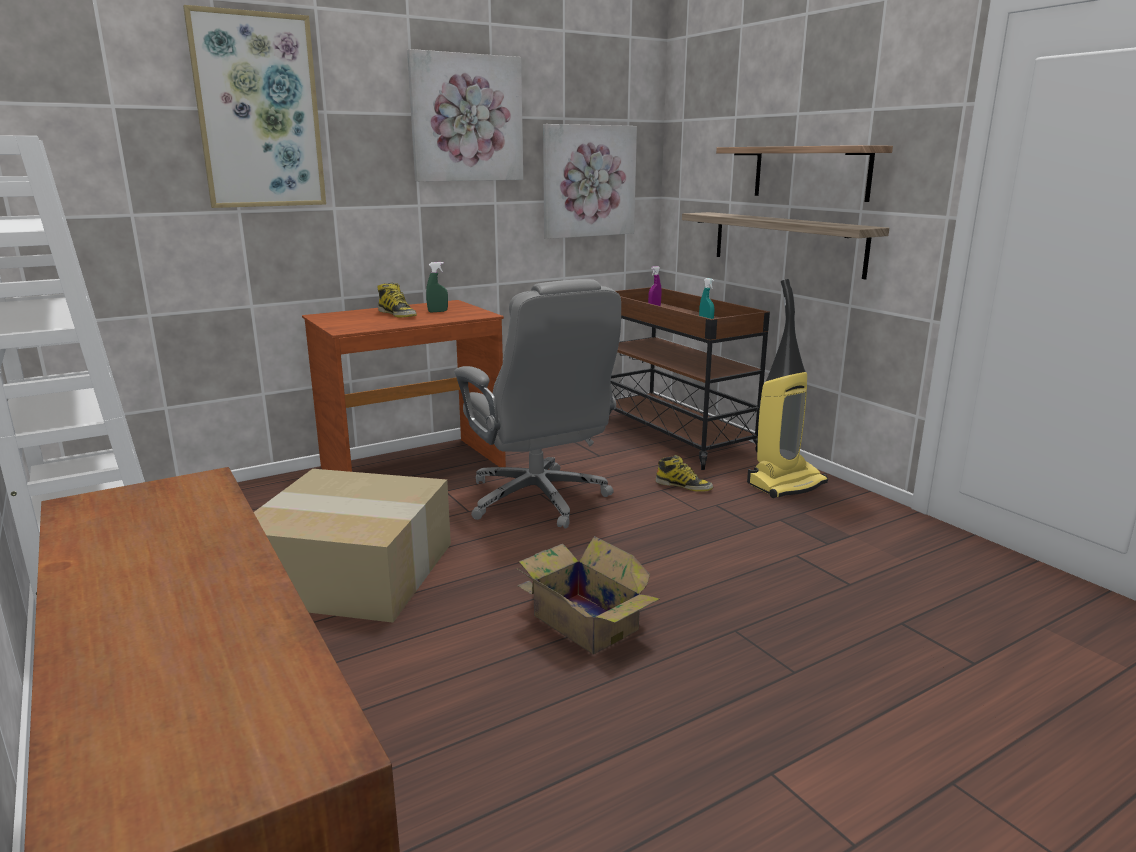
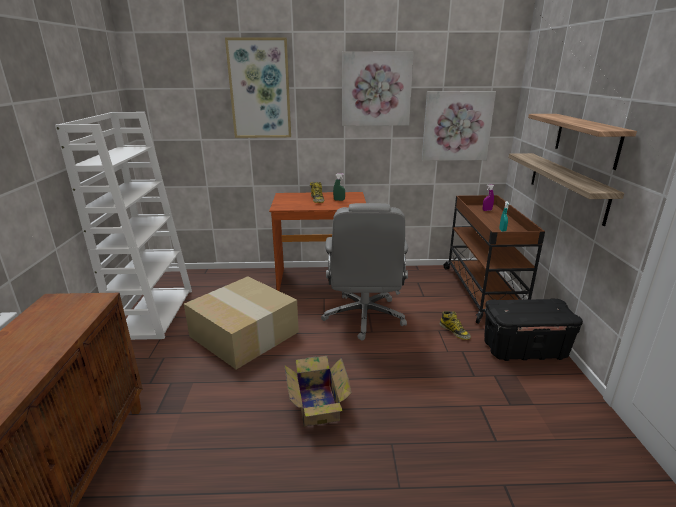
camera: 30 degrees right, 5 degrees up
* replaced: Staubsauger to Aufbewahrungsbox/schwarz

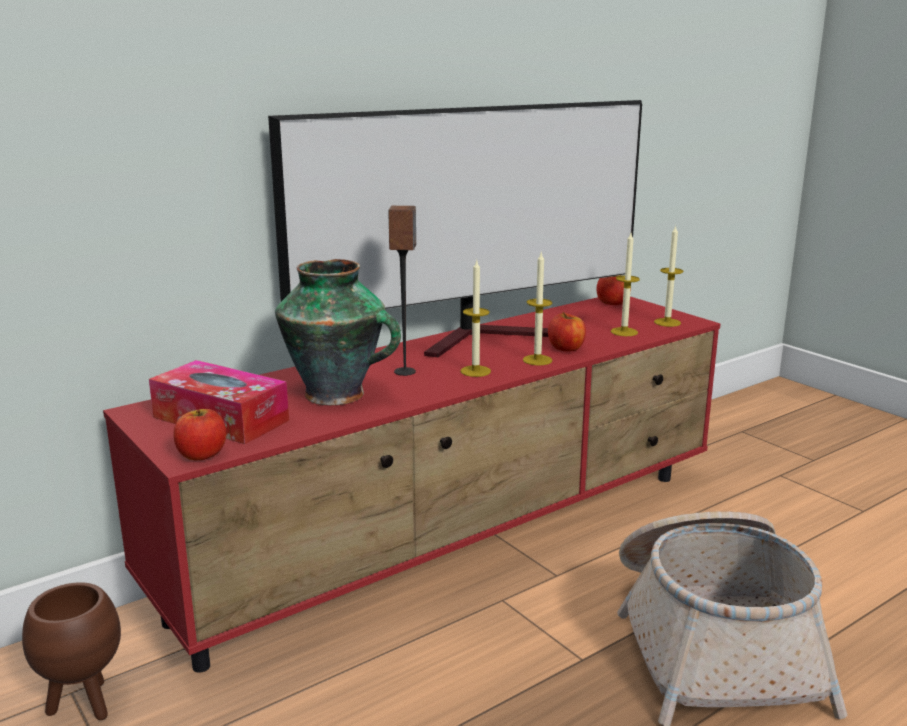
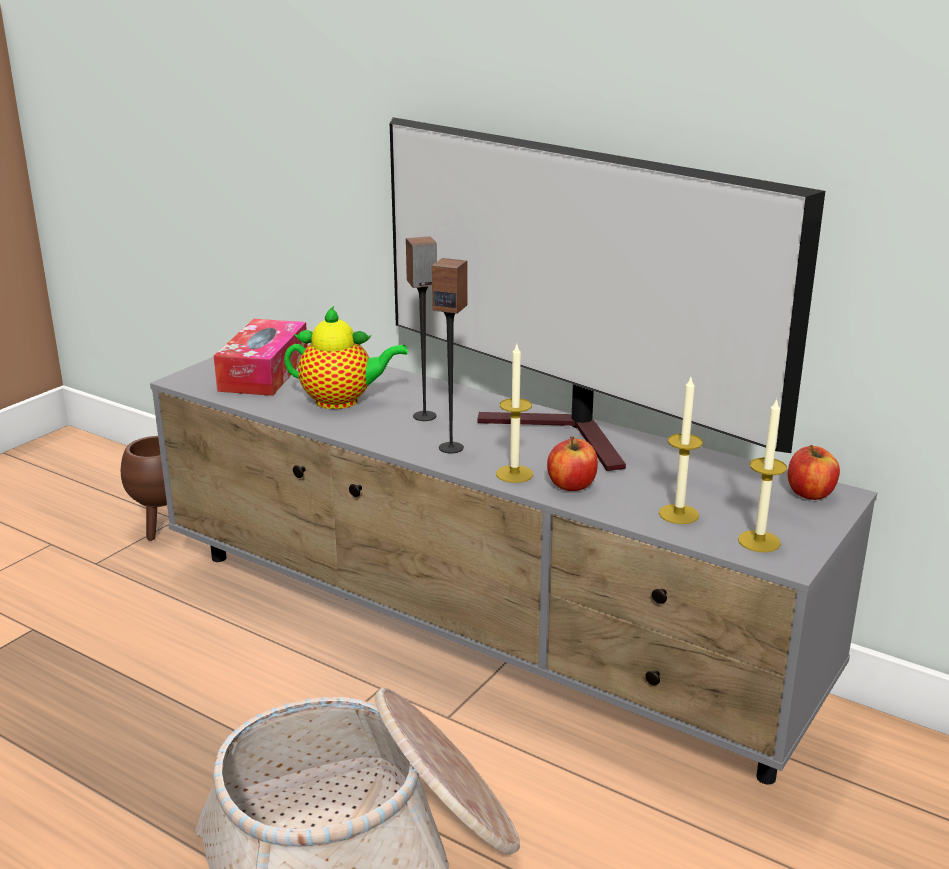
camera: 70 degrees right, 5 degrees up
* removed: Apfel (1st from left)
* replaced: Vase to Teekanne
* replaced: Kerze (1st from left) to Lautsprecher (2nd from left)
* recoloured: Fernsehschrank/rot to Fernsehschrank/grau

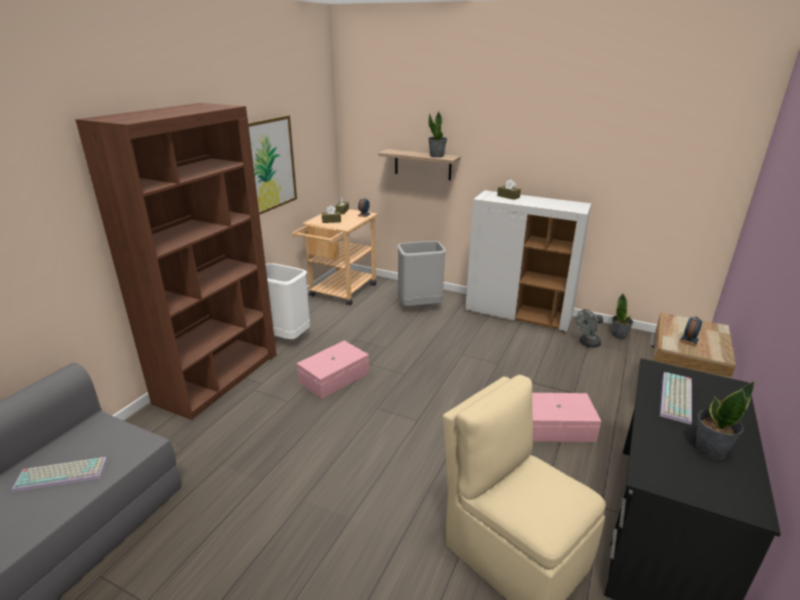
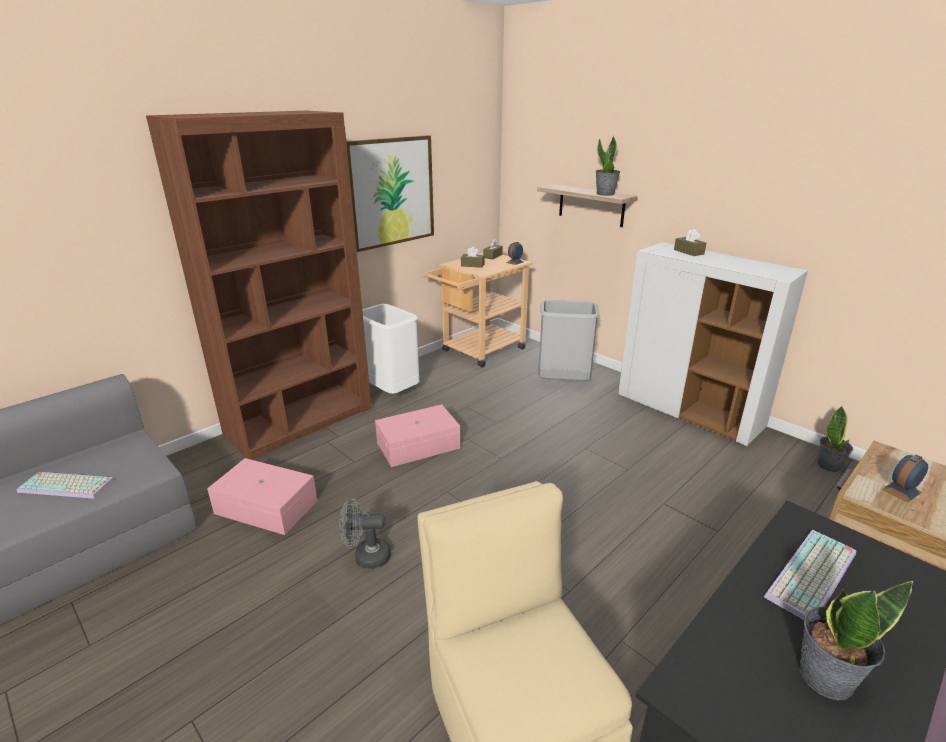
camera: 20 degrees right, 0 degrees up
* moved: Aufbewahrungsbox/rosa (2nd from left in the first image) to Aufbewahrungsbox/rosa (1st from left)
* moved: Ventilator/grau

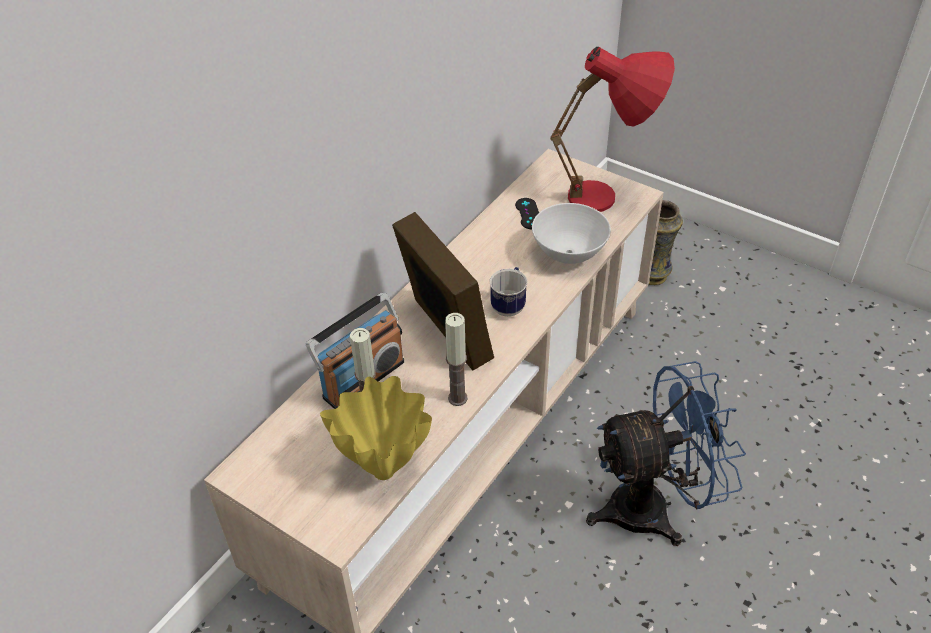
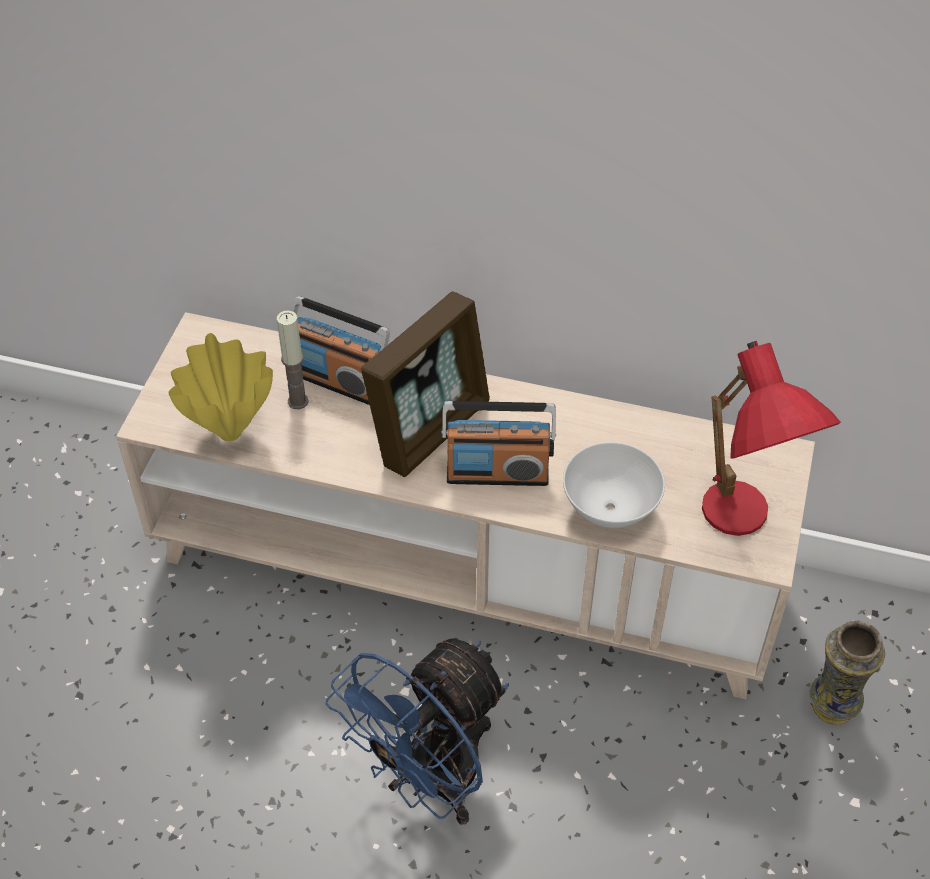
camera: 70 degrees right, 5 degrees up
* removed: Kerze (2nd from left)
* removed: Gamepad/schwarz
* replaced: Henkelbecher to Radio (2nd from left)
* turned: Ventilator/blau 75 degrees clockwise

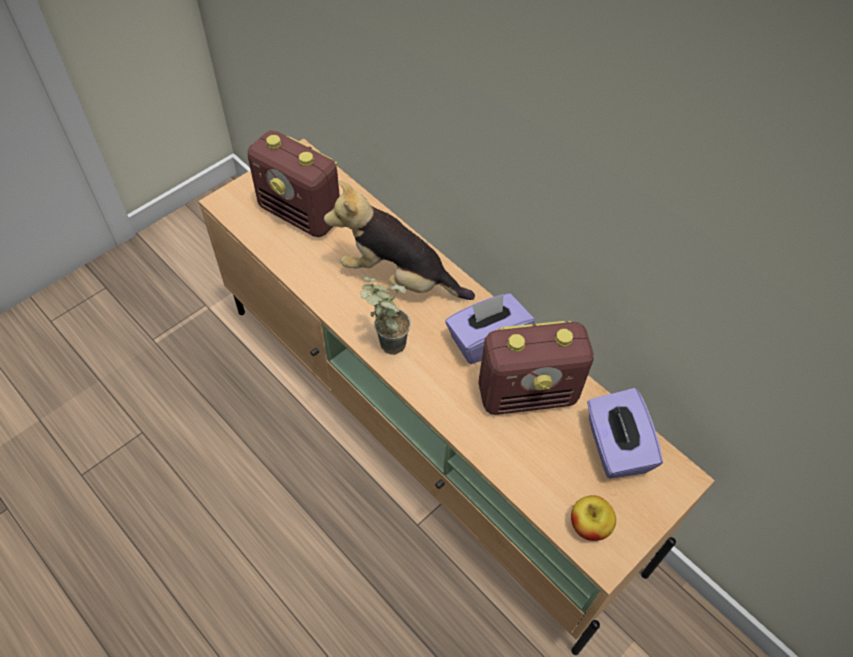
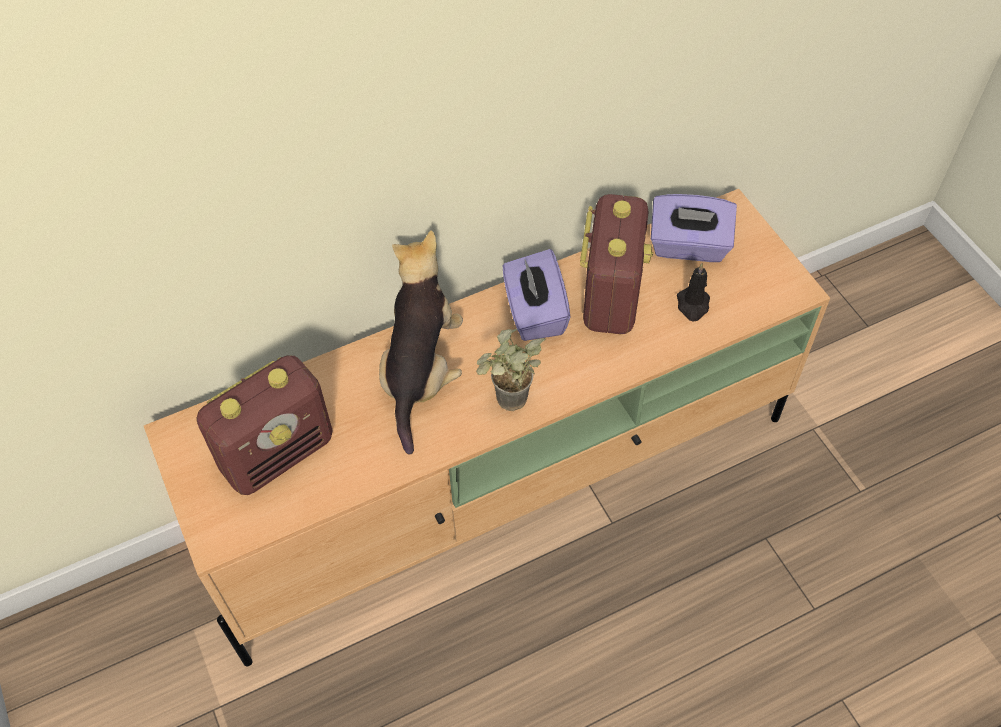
camera: 70 degrees left, 0 degrees up
* removed: Apfel
* added: Kerze/schwarz
* turned: Plüschtier 150 degrees clockwise

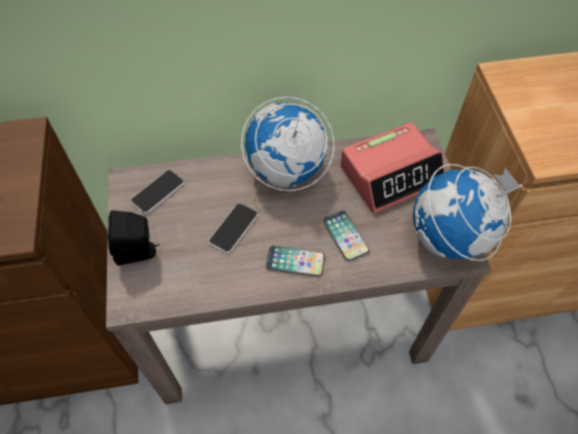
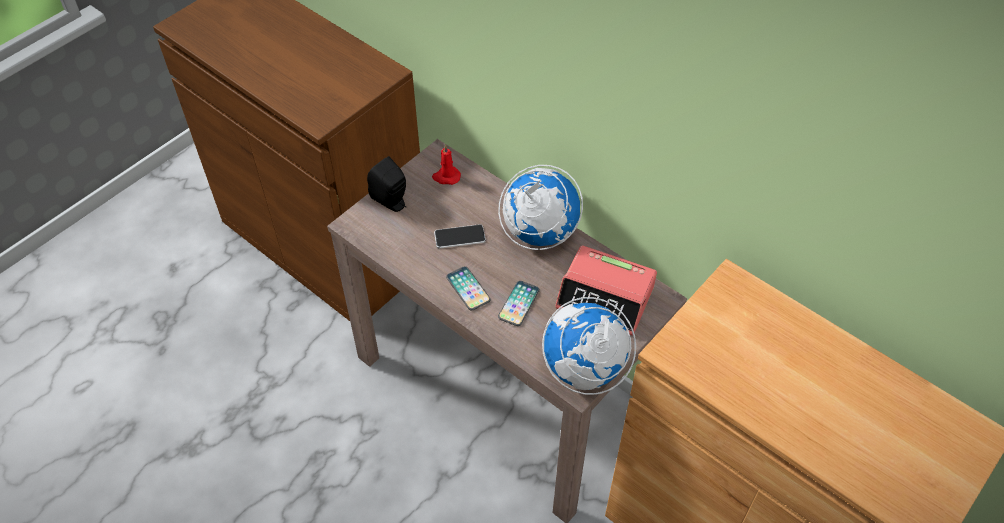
camera: 50 degrees right, 5 degrees down
* replaced: Handy (1st from left) to Kerze/rot

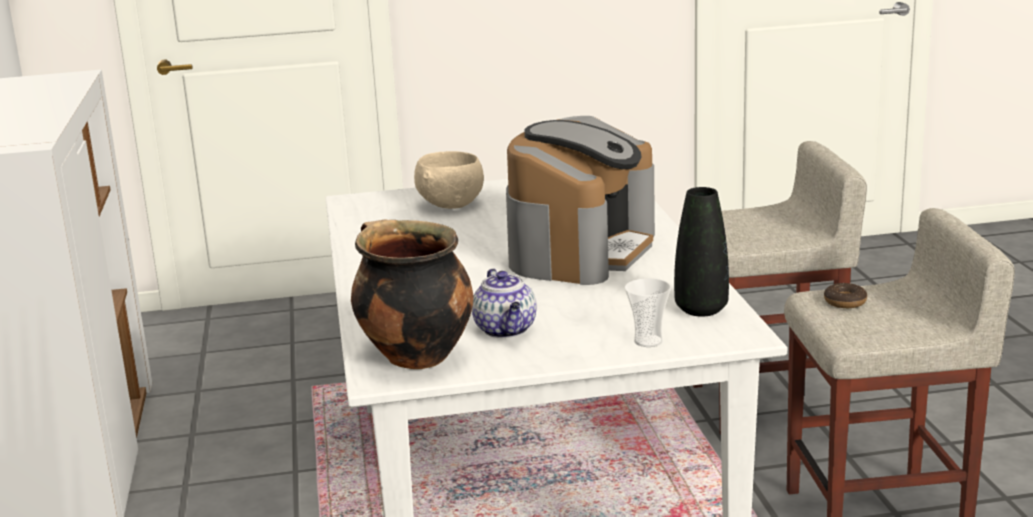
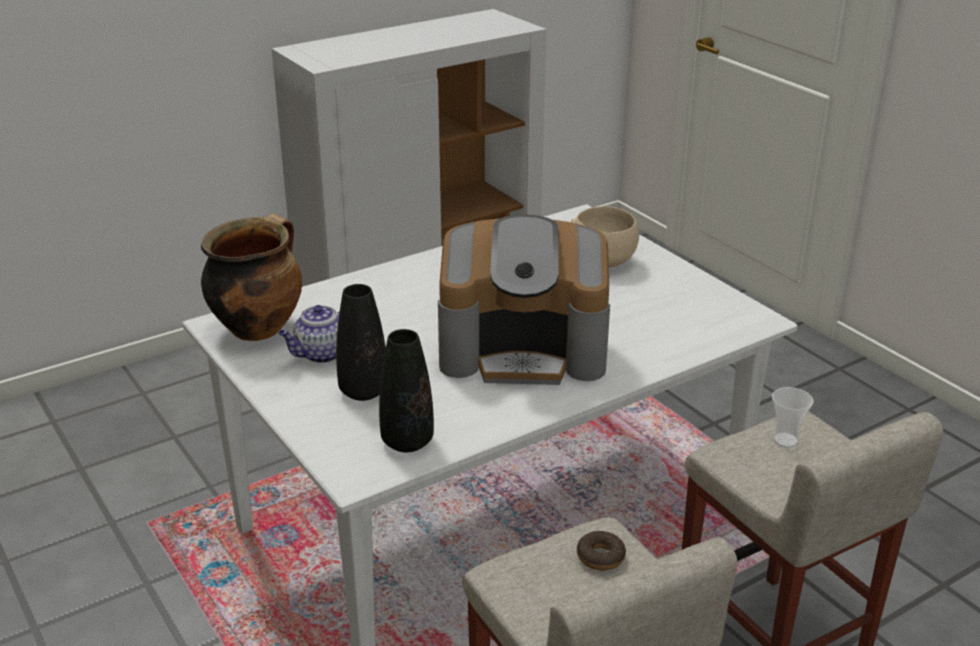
camera: 65 degrees right, 10 degrees up
* added: Vase/schwarz (1st from left)
* moved: Tasse

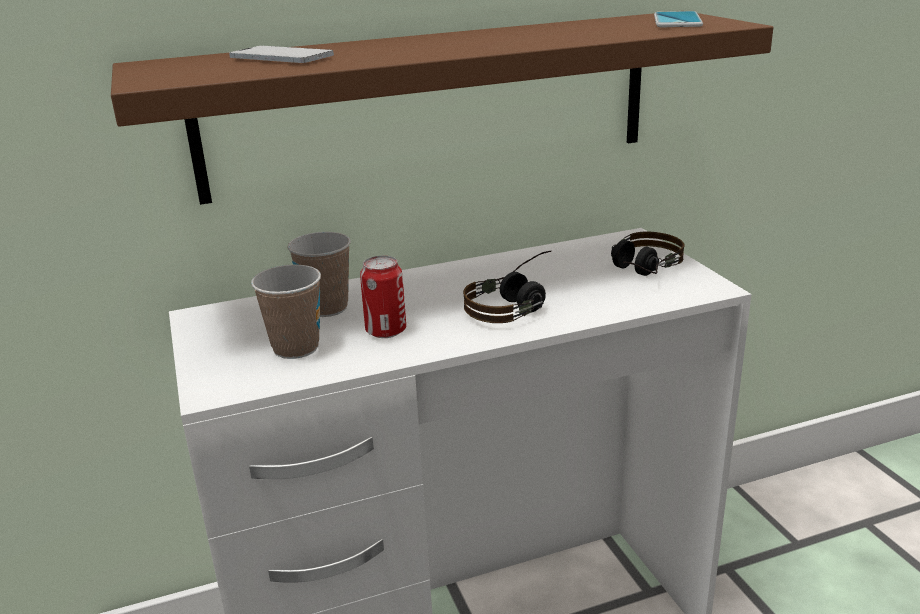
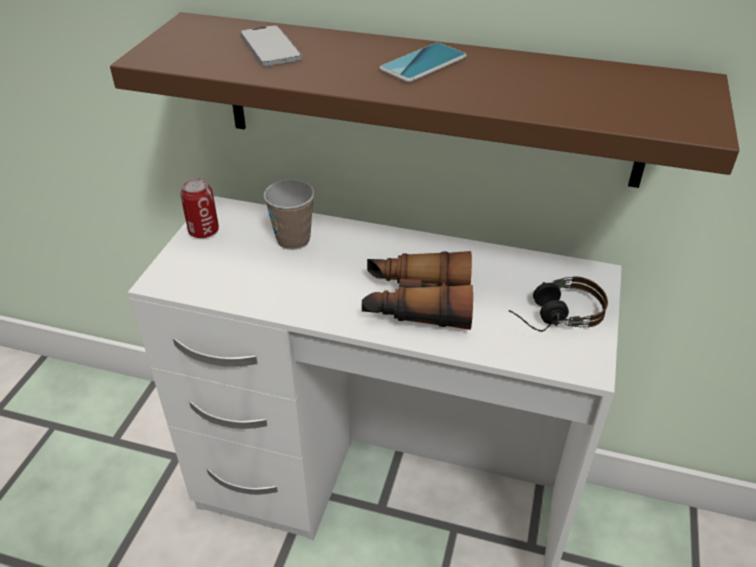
camera: 35 degrees right, 15 degrees up
* removed: Tasse (1st from left)
* moved: Dose
* moved: Handy (2nd from left)
* replaced: Kopfhörer (1st from left) to Fernglas

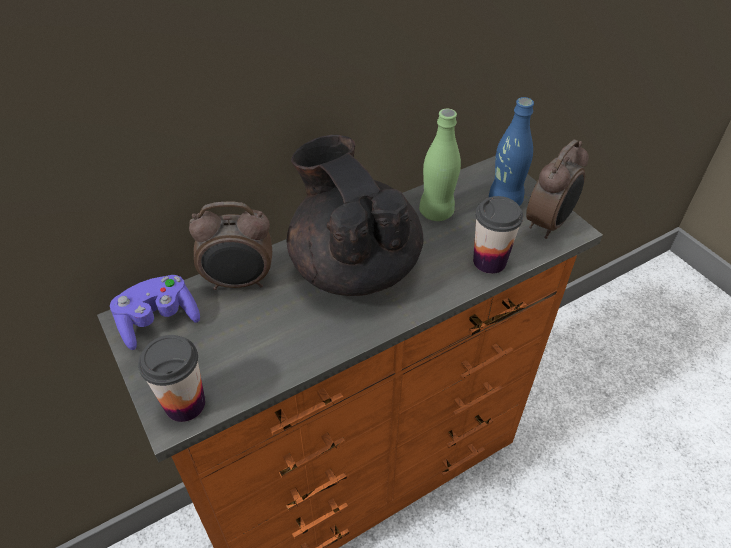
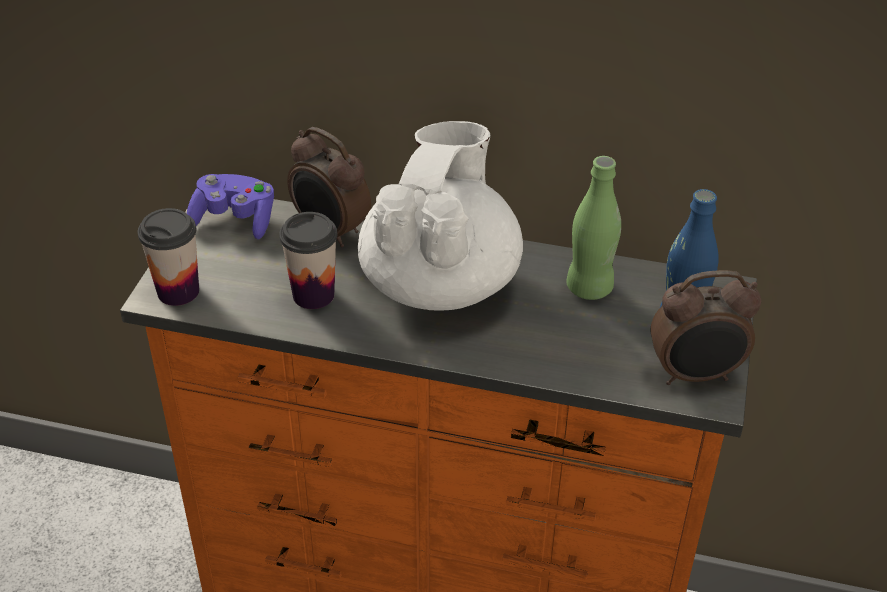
camera: 45 degrees right, 5 degrees down
* moved: Tasse (2nd from left)
* recoloured: Teekanne/schwarz to Teekanne/weiß

